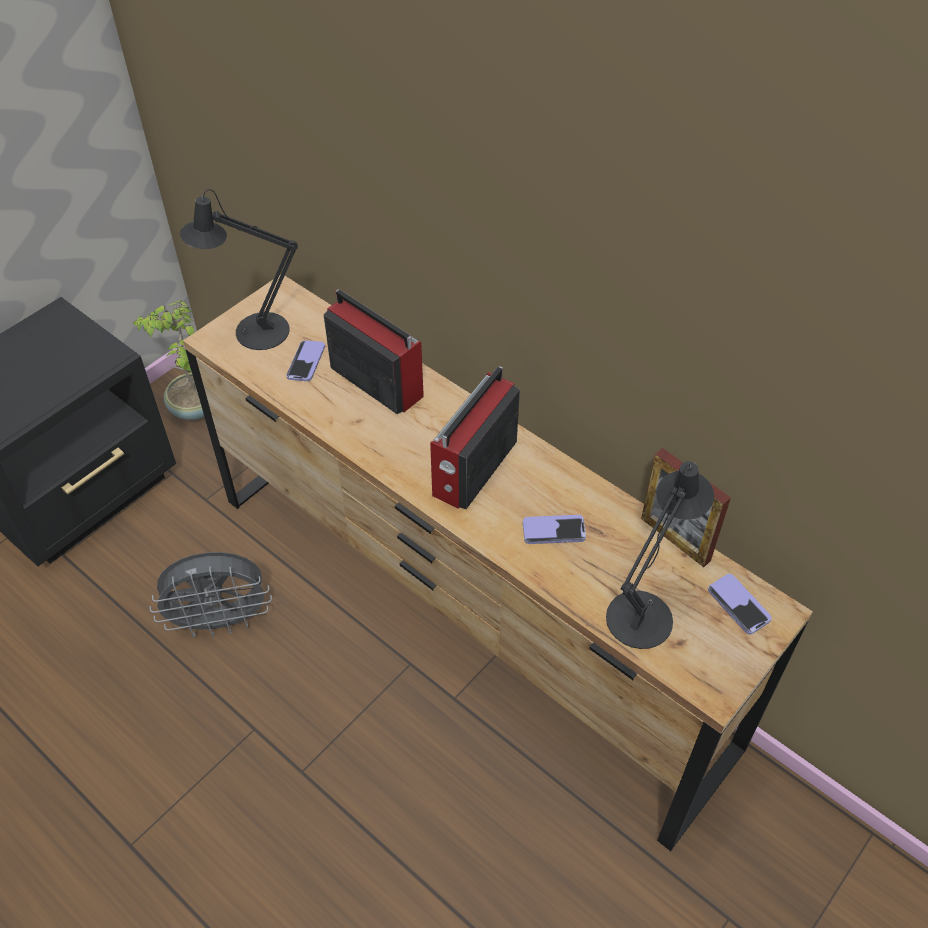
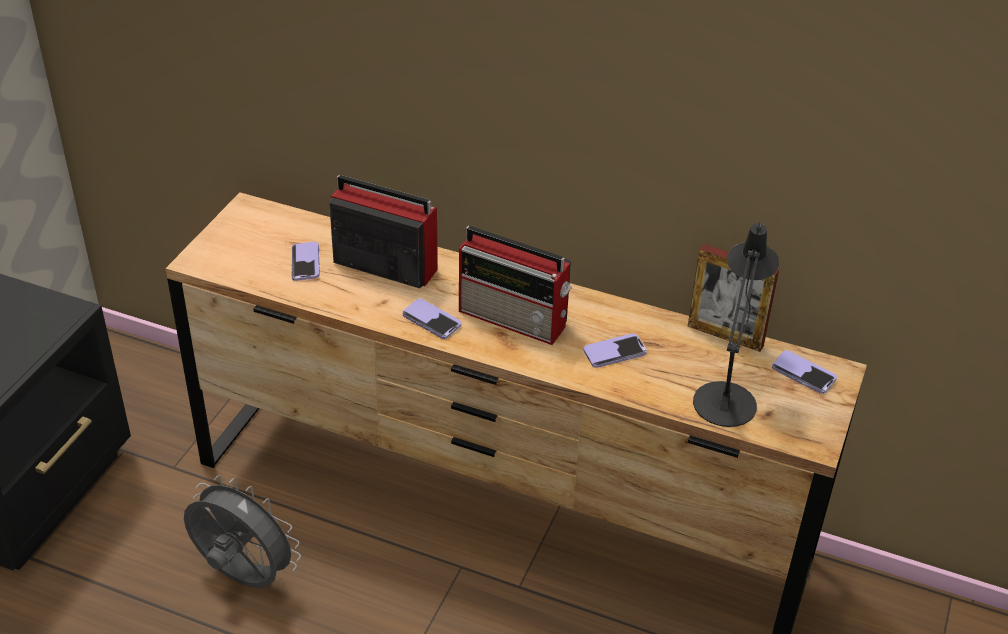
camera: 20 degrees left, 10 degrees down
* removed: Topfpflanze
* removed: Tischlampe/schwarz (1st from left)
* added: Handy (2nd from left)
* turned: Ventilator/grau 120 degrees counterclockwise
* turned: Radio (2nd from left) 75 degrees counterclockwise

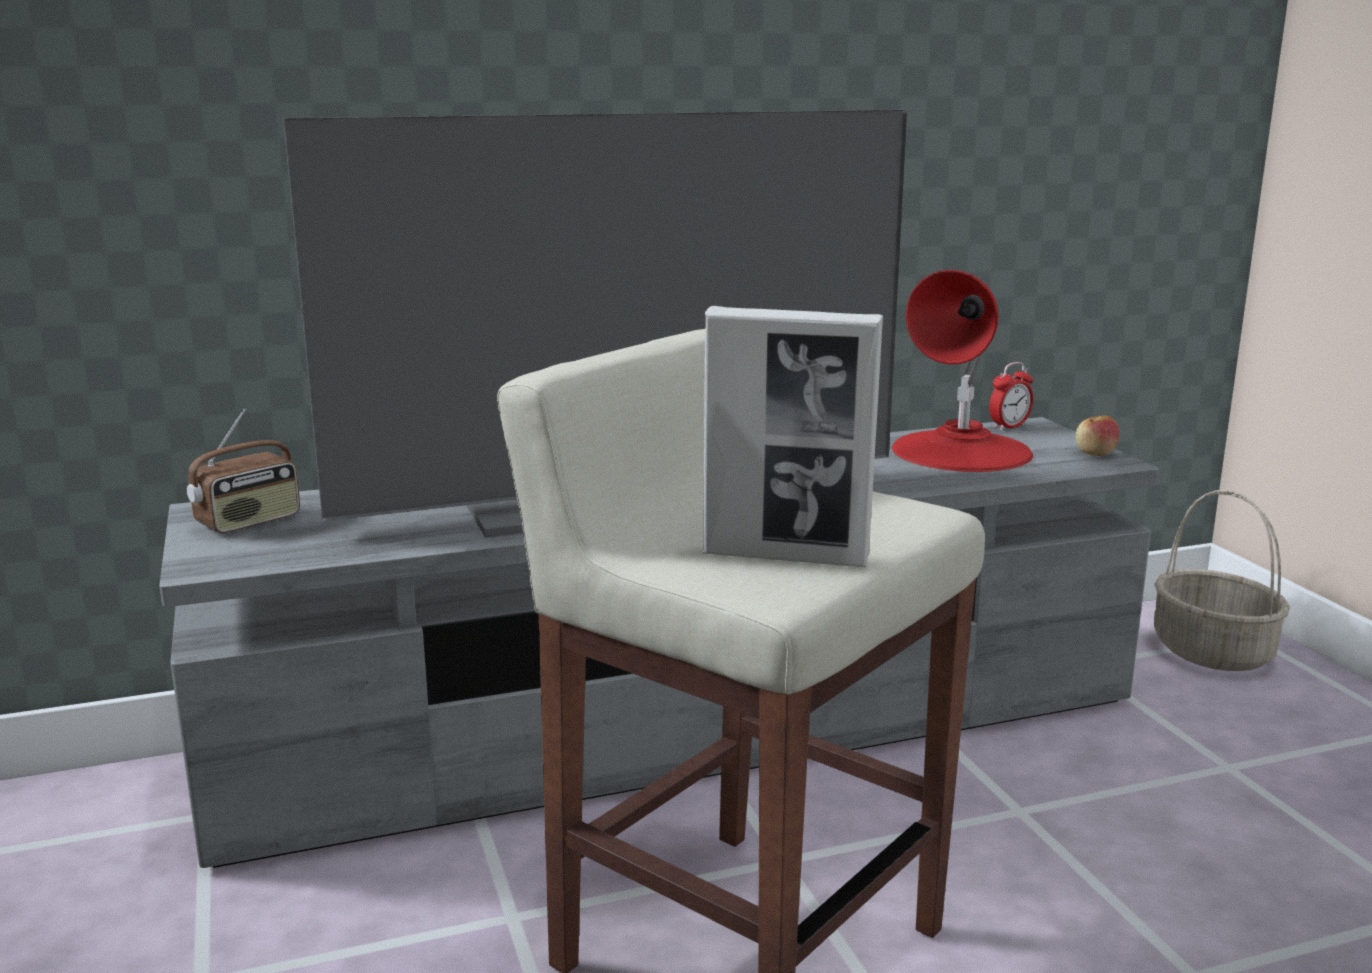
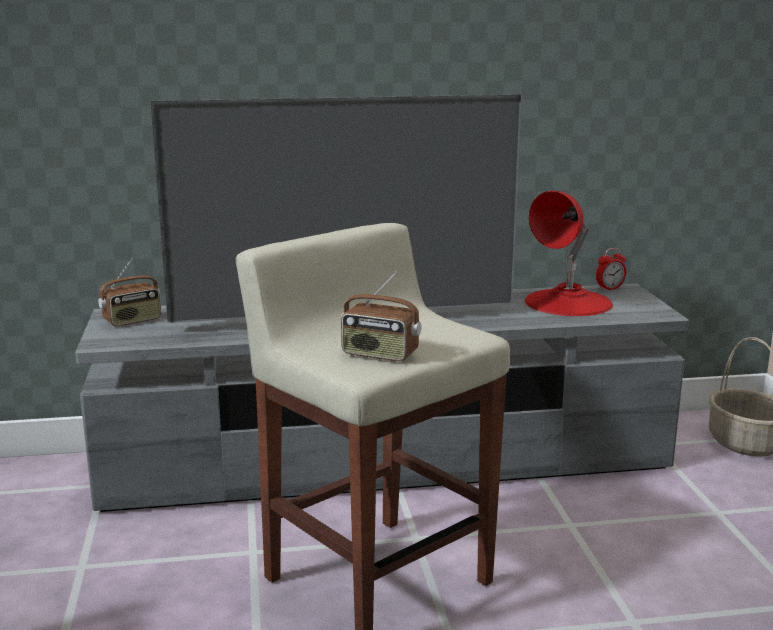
camera: 10 degrees right, 0 degrees up
* removed: Apfel
* replaced: Bilderrahmen to Radio (2nd from left)

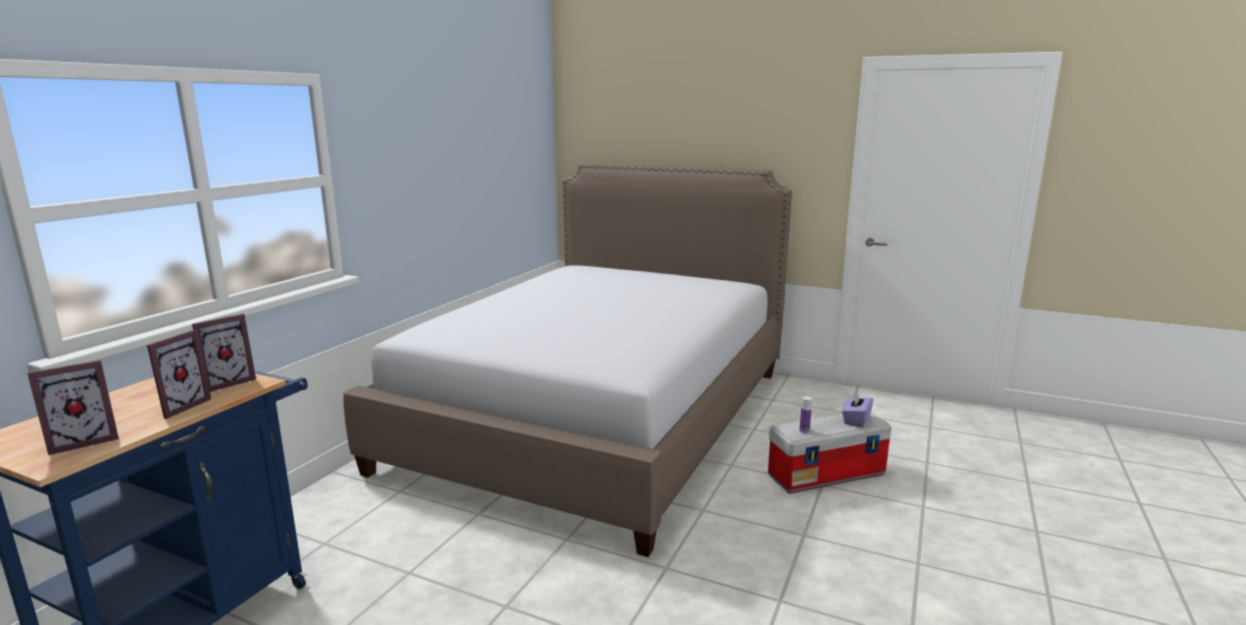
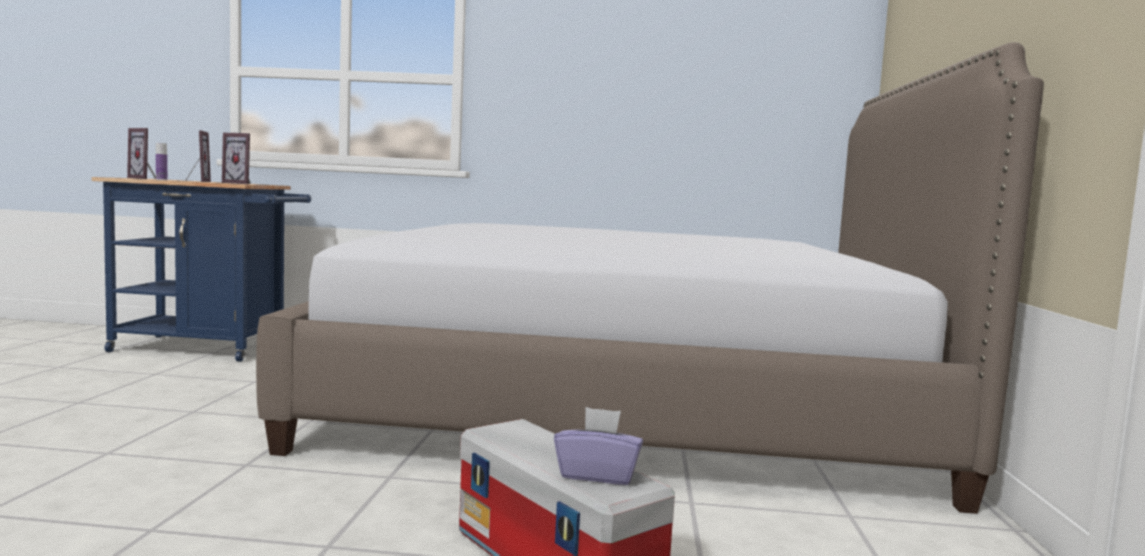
camera: 70 degrees right, 10 degrees down
* moved: Flasche
* turned: Bilderrahmen (2nd from left) 105 degrees counterclockwise

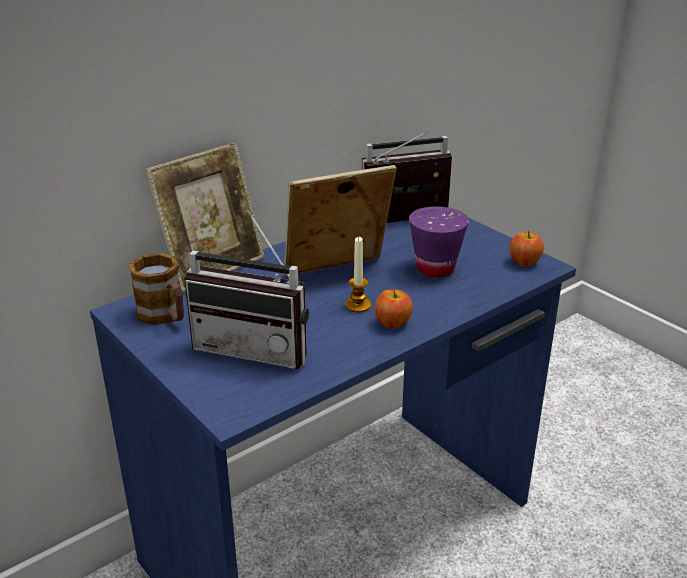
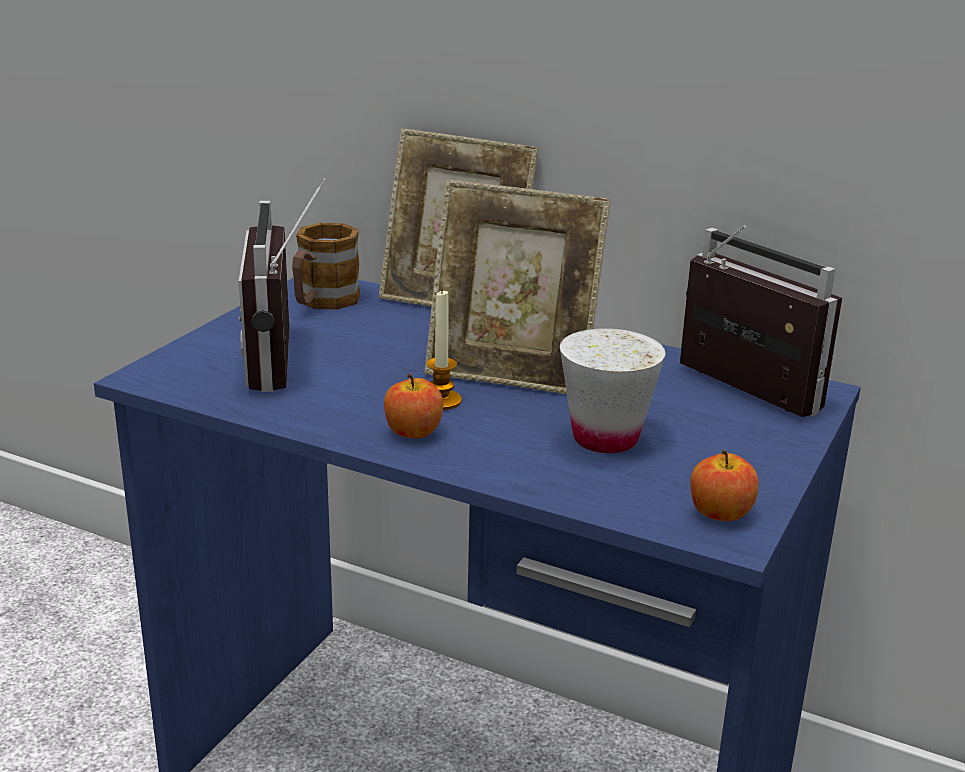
camera: 65 degrees right, 5 degrees down
* recoloured: Tasse/lila to Tasse/weiß
* turned: Bilderrahmen (2nd from left) 150 degrees clockwise

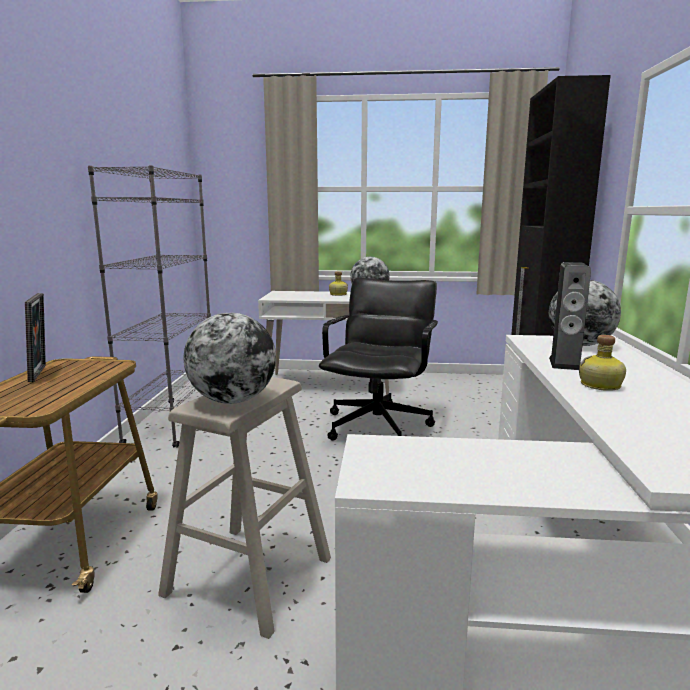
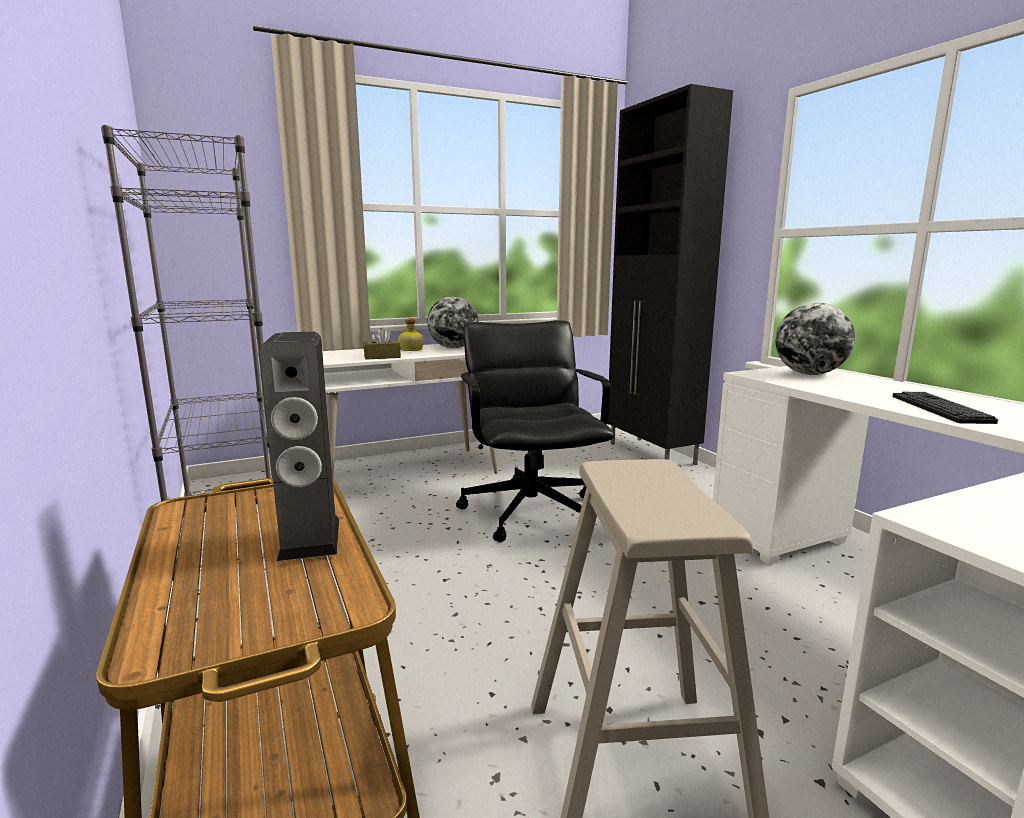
camera: 30 degrees left, 0 degrees up
* removed: Bilderrahmen
* removed: Globus (1st from left)
* added: Taschentuchbox/braun
* moved: Lautsprecher
* replaced: Flasche (2nd from left) to Tastatur

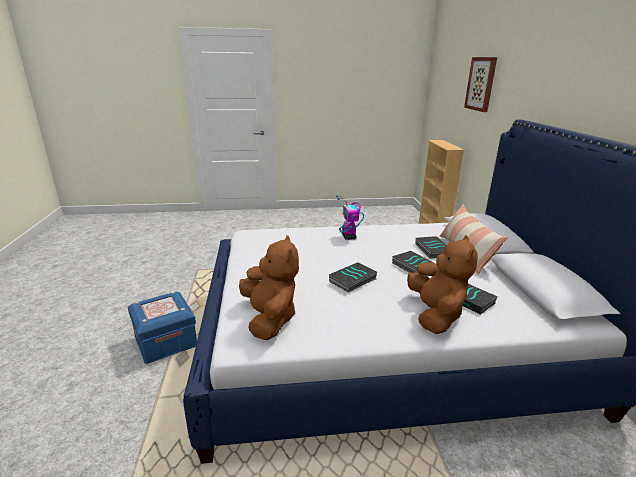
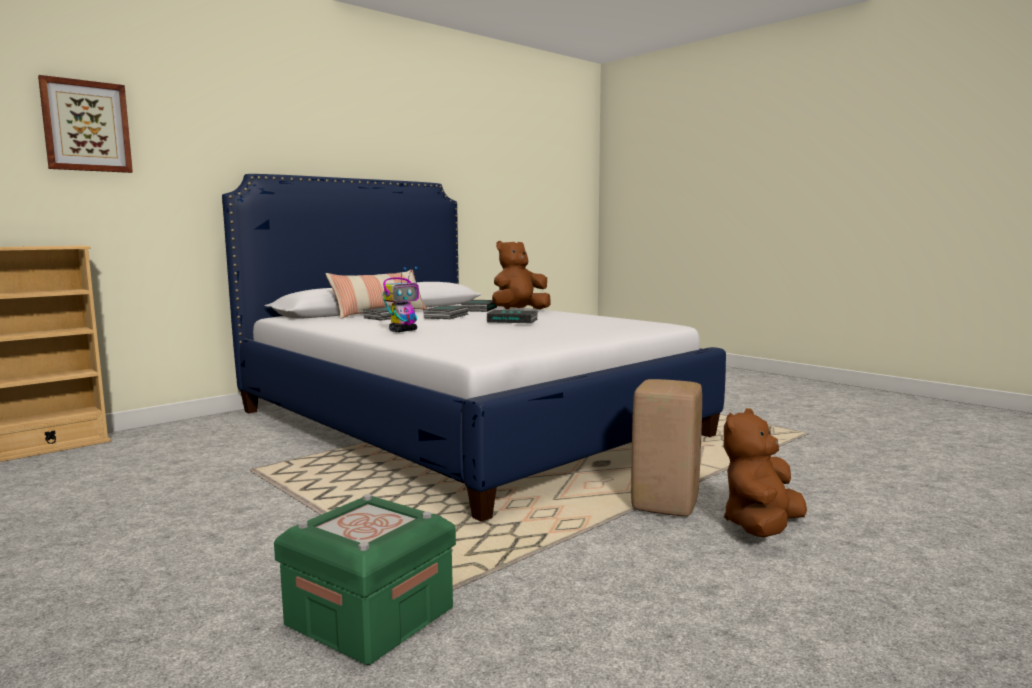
camera: 125 degrees left, 15 degrees down
* added: Aufbewahrungsbox/grün
* moved: Plüschtier/braun (1st from left in the first image) to Plüschtier/braun (2nd from left)
* replaced: Aufbewahrungsbox/blau to Hocker/beige

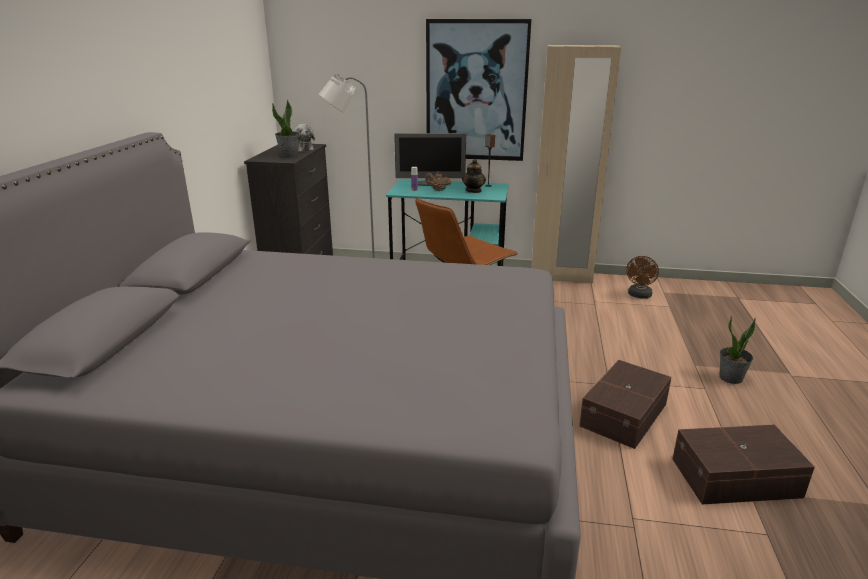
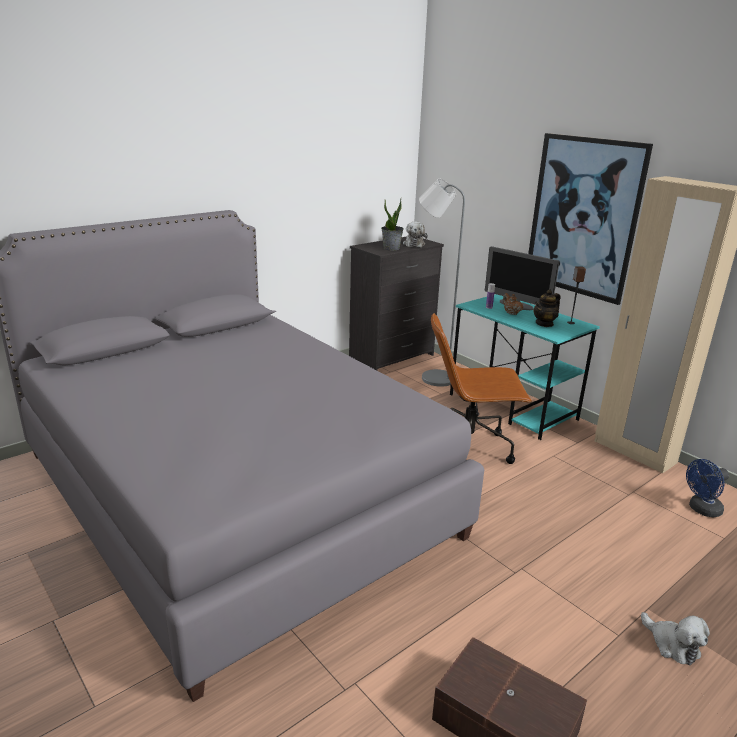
camera: 40 degrees right, 0 degrees up
* removed: Aufbewahrungsbox/braun (1st from left)
* replaced: Topfpflanze (2nd from left) to Plüschtier (2nd from left)
* recoloured: Ventilator/braun to Ventilator/blau

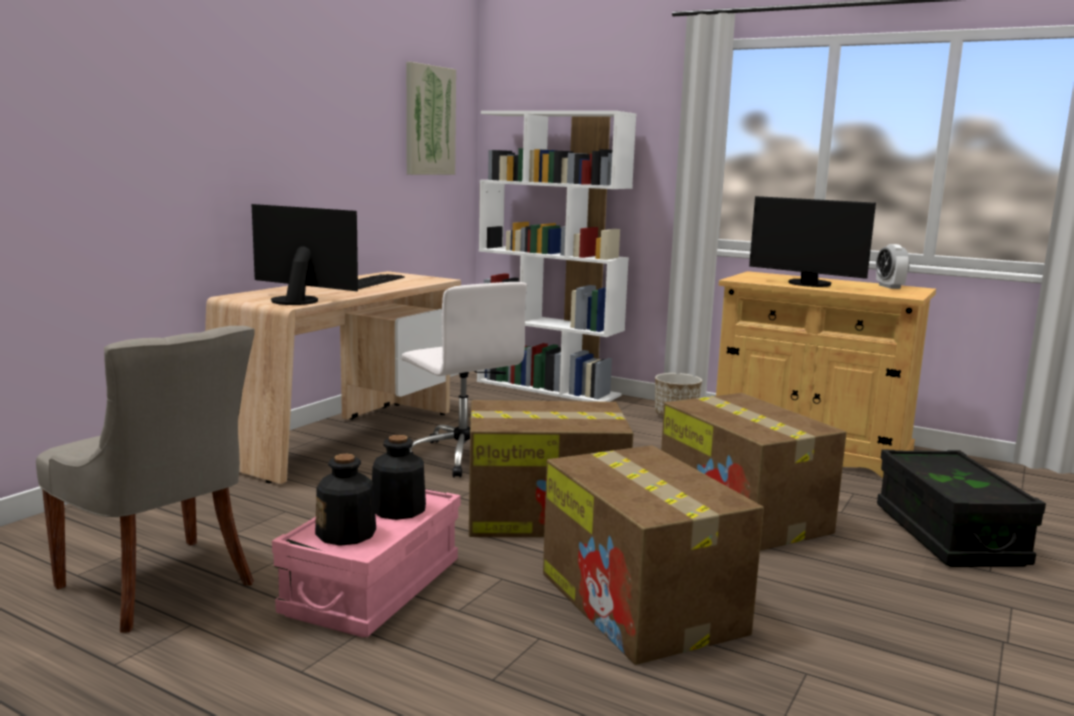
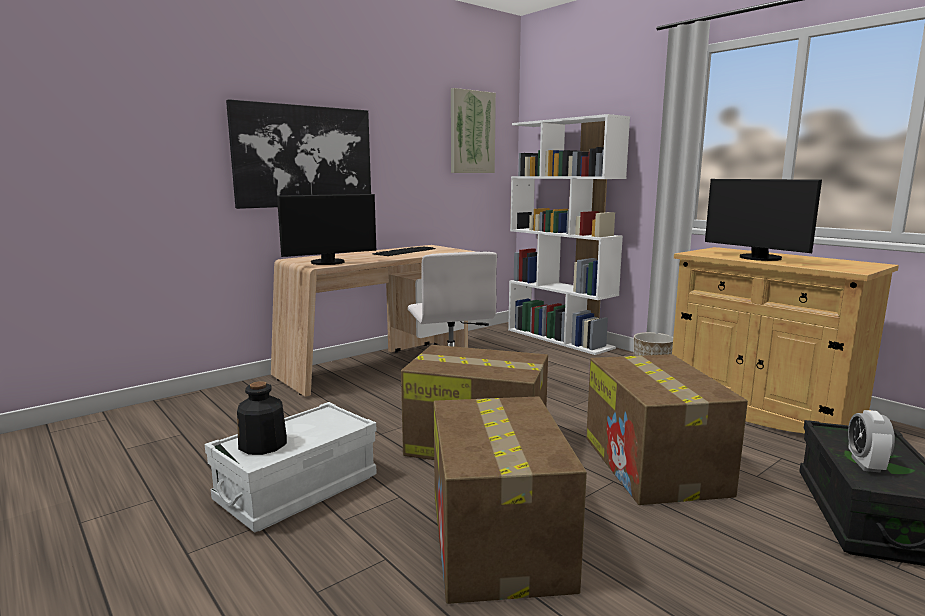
camera: 20 degrees right, 0 degrees up
* removed: Stuhl/grau
* removed: Flasche (2nd from left)
* added: Bild (1st from left)
* moved: Wecker
* recoloured: Aufbewahrungsbox/rosa to Aufbewahrungsbox/weiß
* turned: Monitor (1st from left) 105 degrees clockwise

